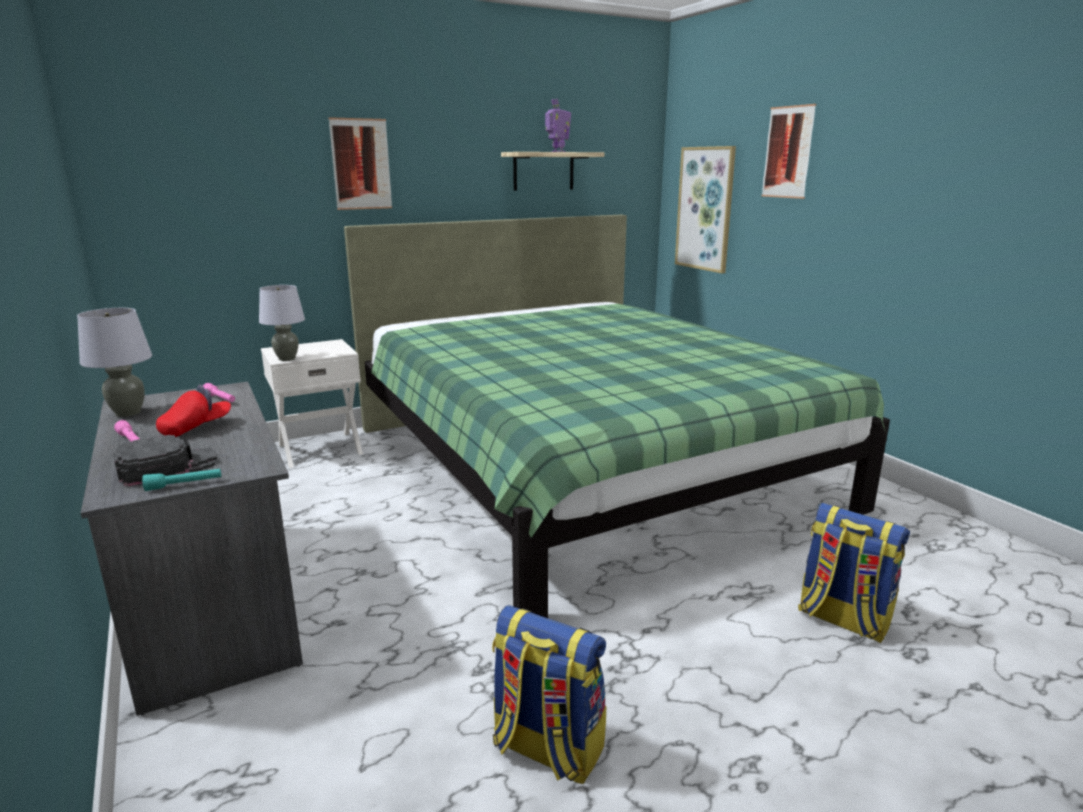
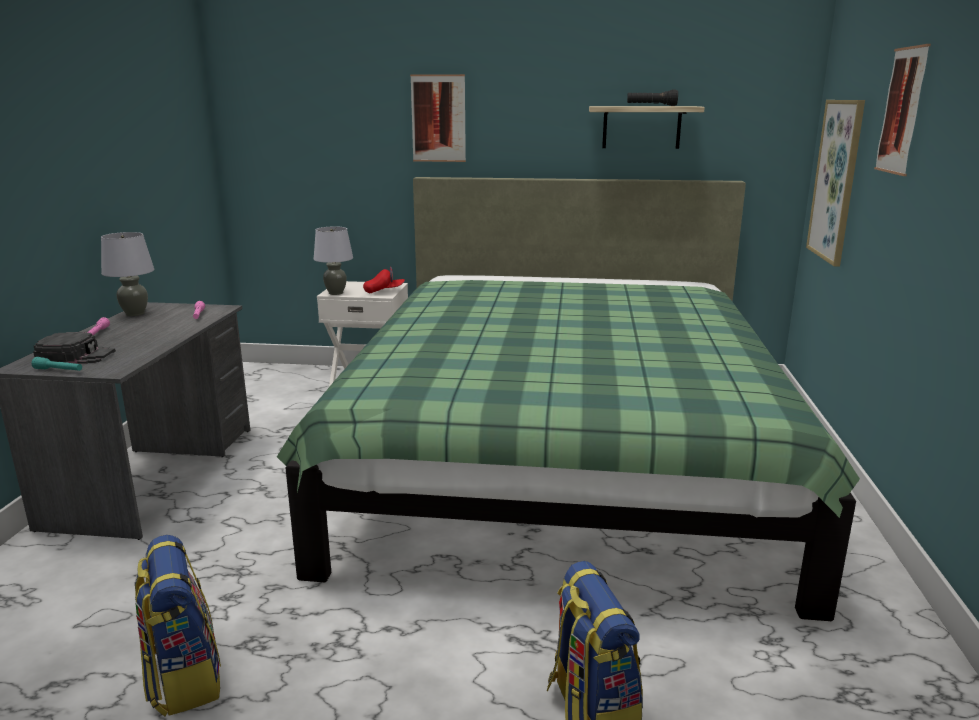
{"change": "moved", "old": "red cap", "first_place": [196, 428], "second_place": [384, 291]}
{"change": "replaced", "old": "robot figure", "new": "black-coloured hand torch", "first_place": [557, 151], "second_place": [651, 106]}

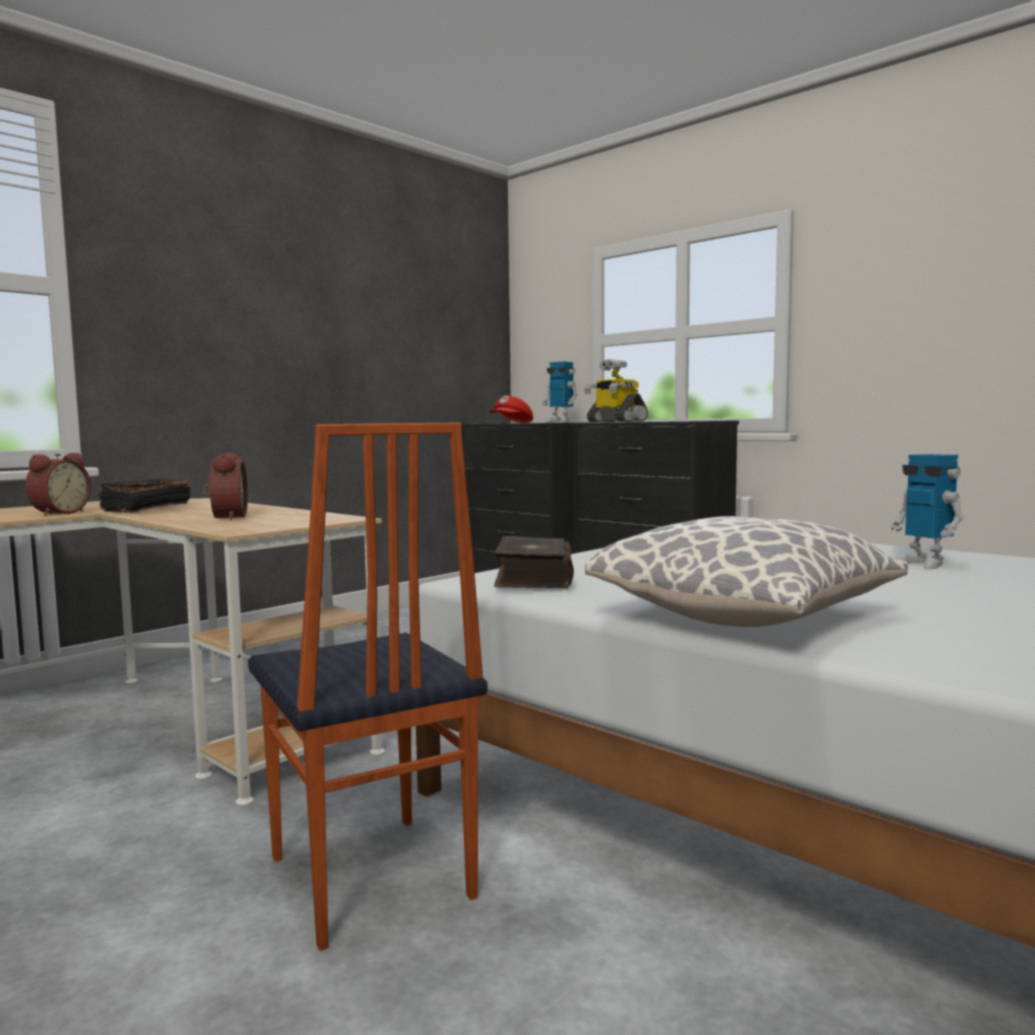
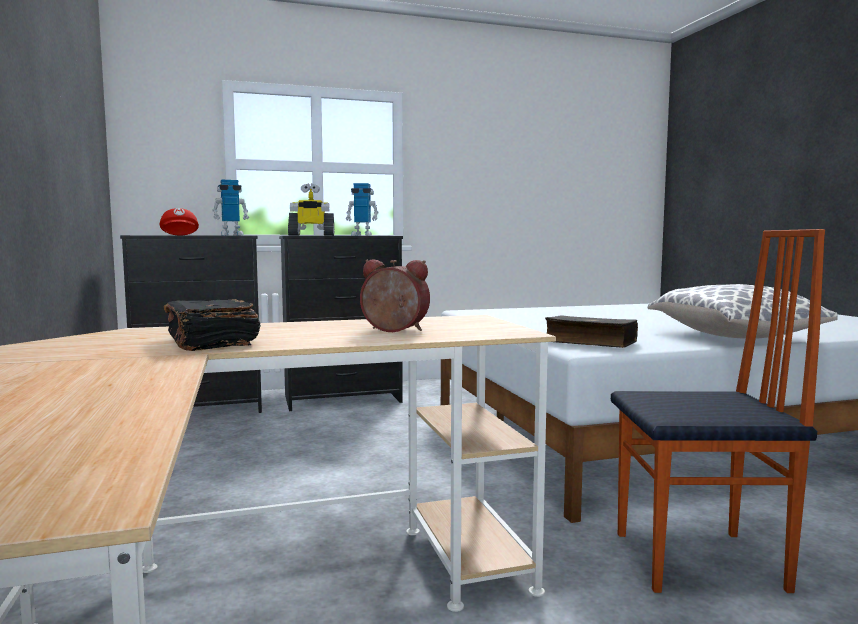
{"change": "moved", "old": "robot figure", "first_place": [924, 564], "second_place": [362, 235]}
{"change": "removed", "old": "bedside clock", "first_place": [58, 513]}

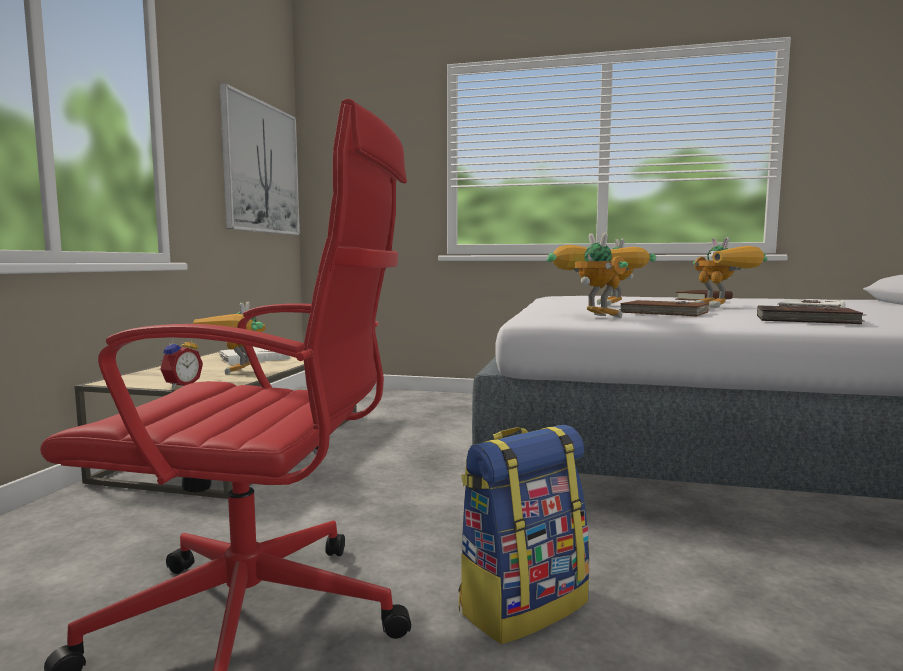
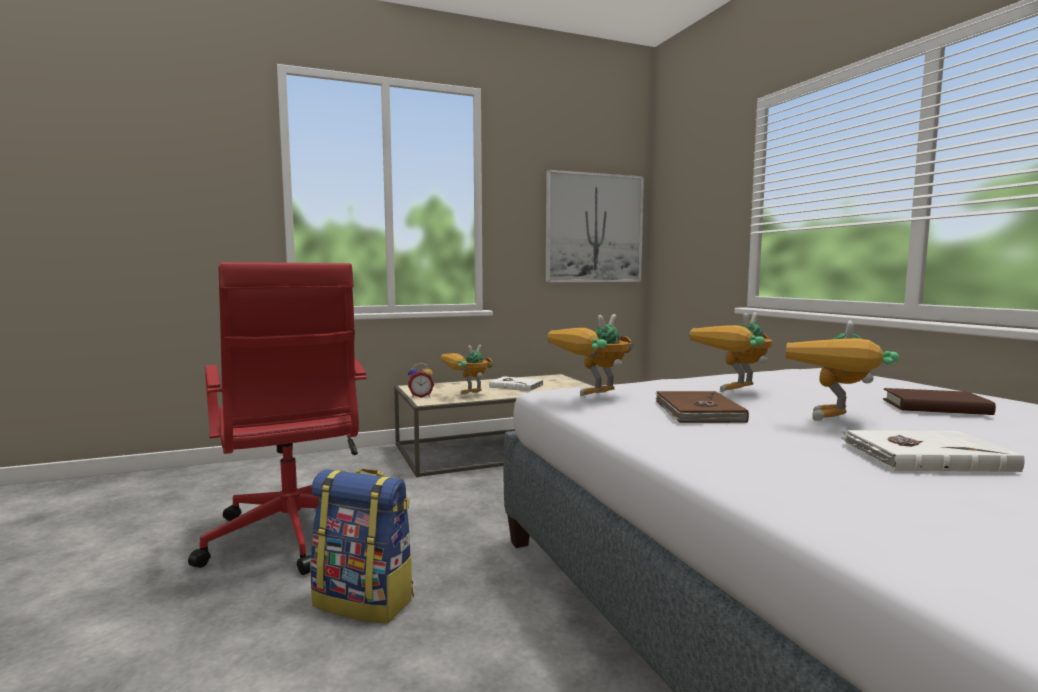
{"change": "turned", "old": "robot figure", "first_place": [587, 316], "second_place": [592, 399], "degrees": -150}
{"change": "removed", "old": "brown-coloured volume", "first_place": [807, 320]}

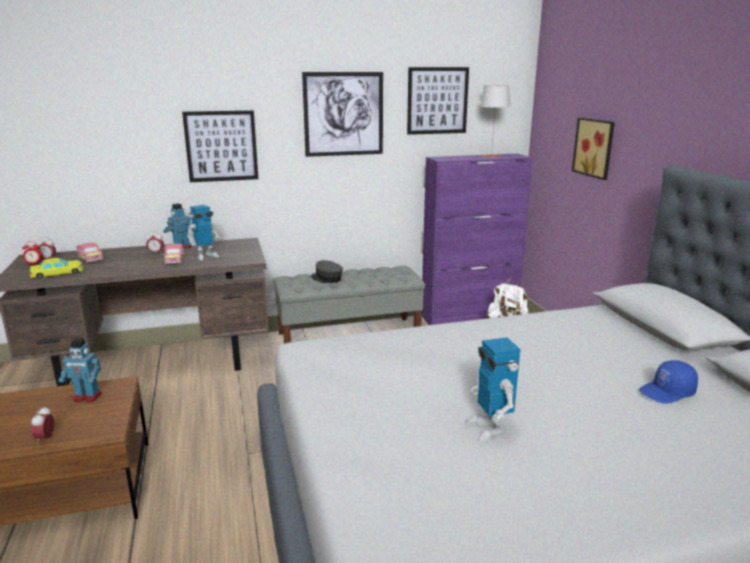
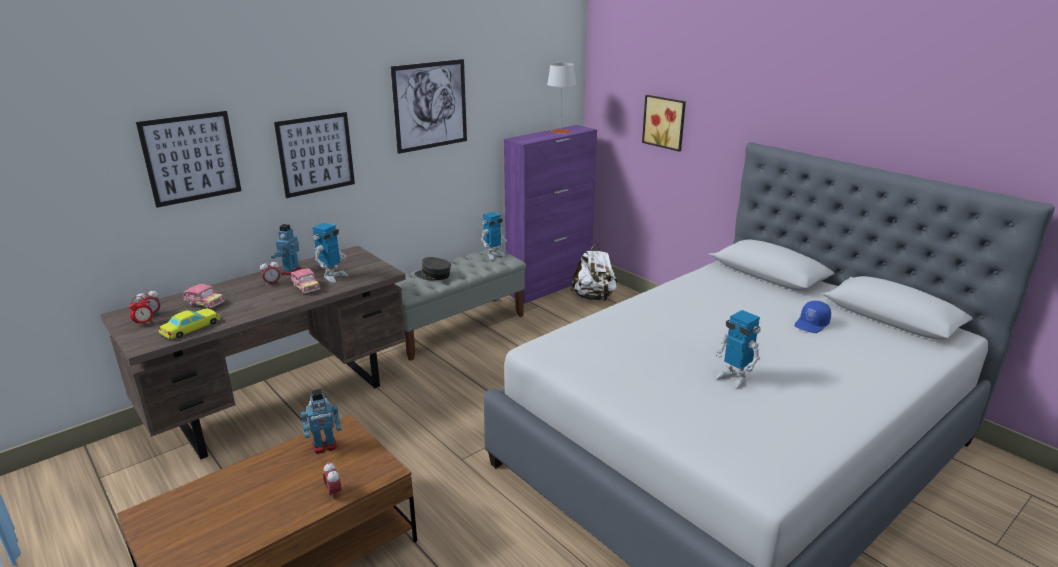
{"change": "moved", "old": "picture", "first_place": [437, 101], "second_place": [191, 158]}
{"change": "added", "new": "robot figure", "second_place": [494, 255]}

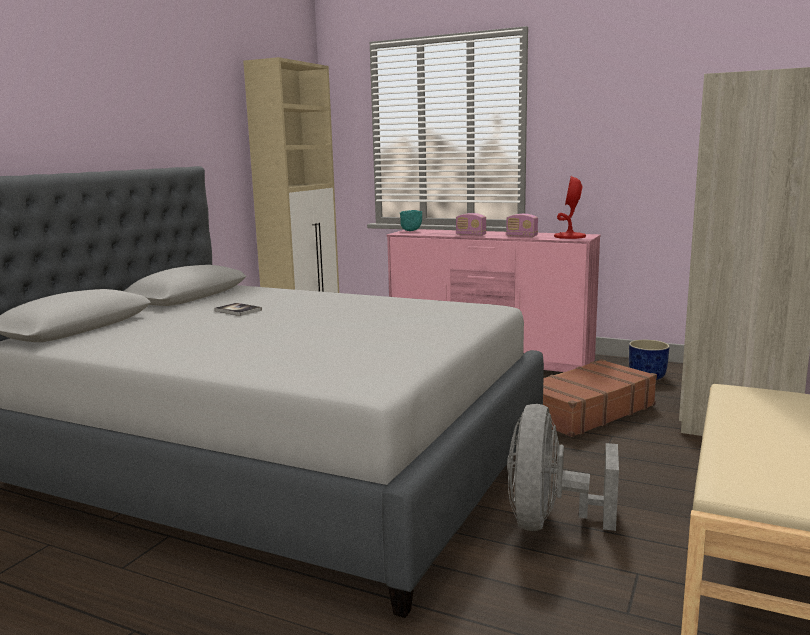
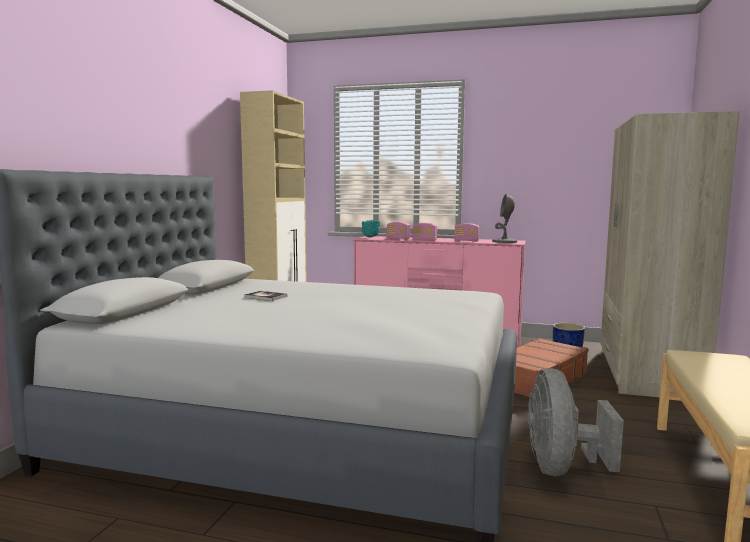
{"change": "added", "new": "radio", "second_place": [398, 238]}
{"change": "recoloured", "old": "red lamp for a table", "new": "grey lamp for a table", "first_place": [569, 236], "second_place": [504, 241]}

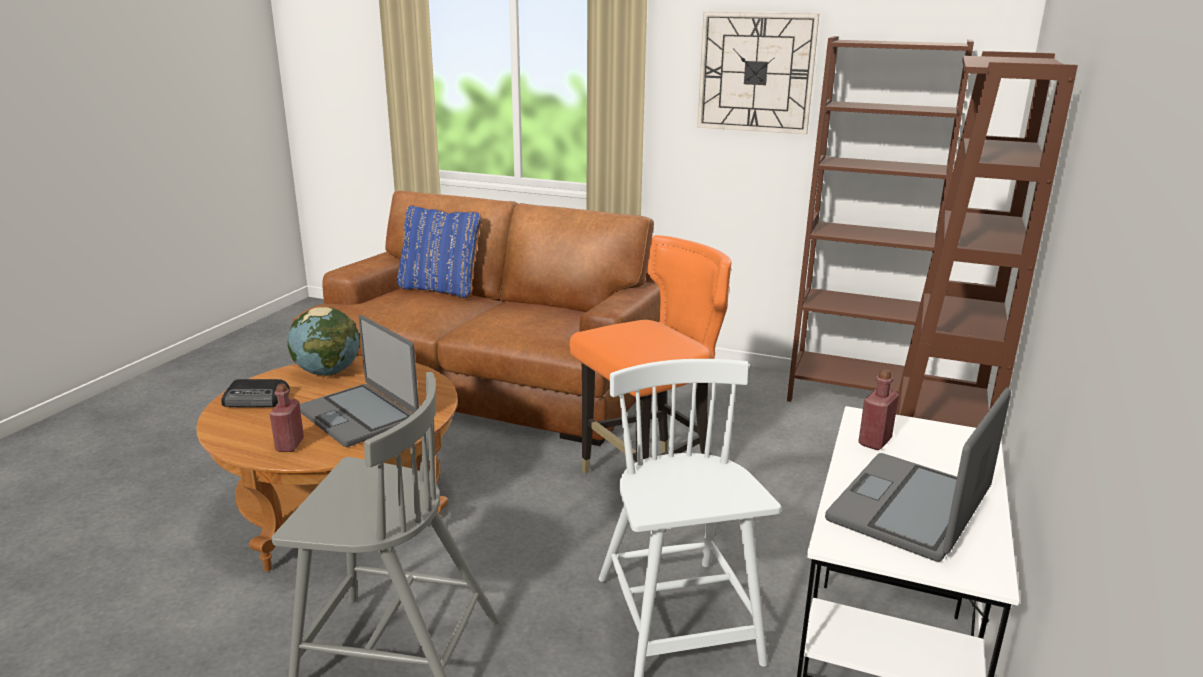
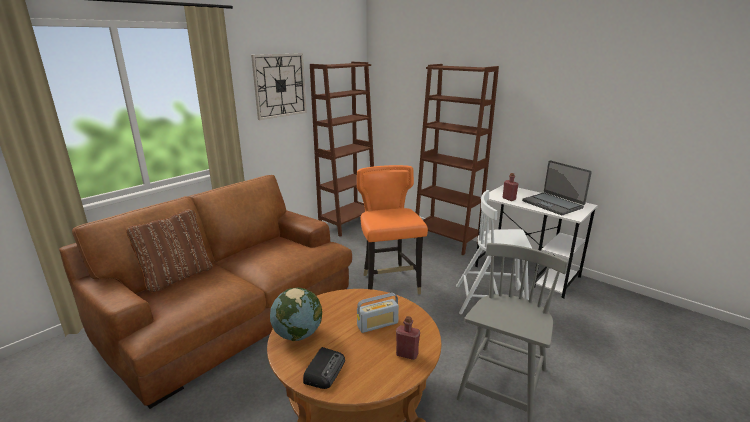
{"change": "recoloured", "old": "blue-coloured throw pillow", "new": "brown-coloured throw pillow", "first_place": [441, 289], "second_place": [177, 276]}
{"change": "replaced", "old": "portable computer", "new": "radio", "first_place": [359, 415], "second_place": [377, 324]}

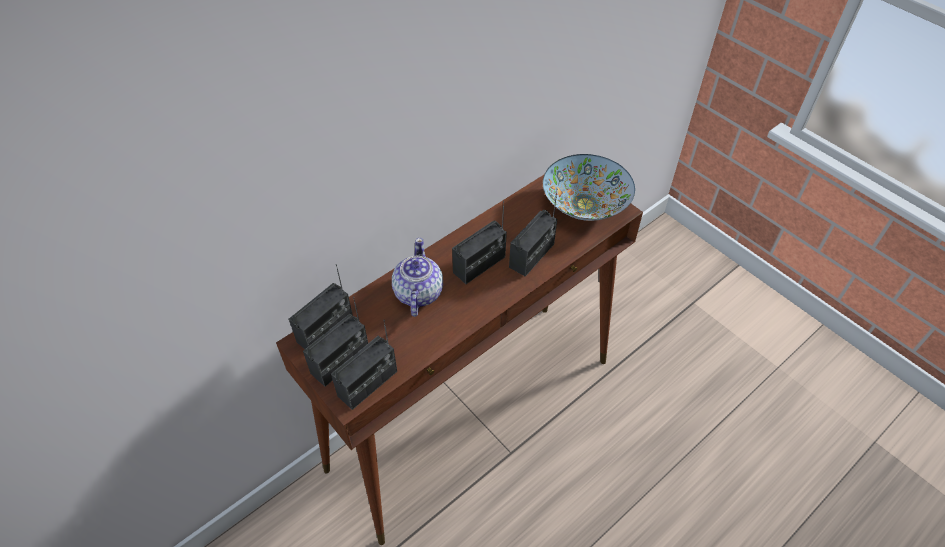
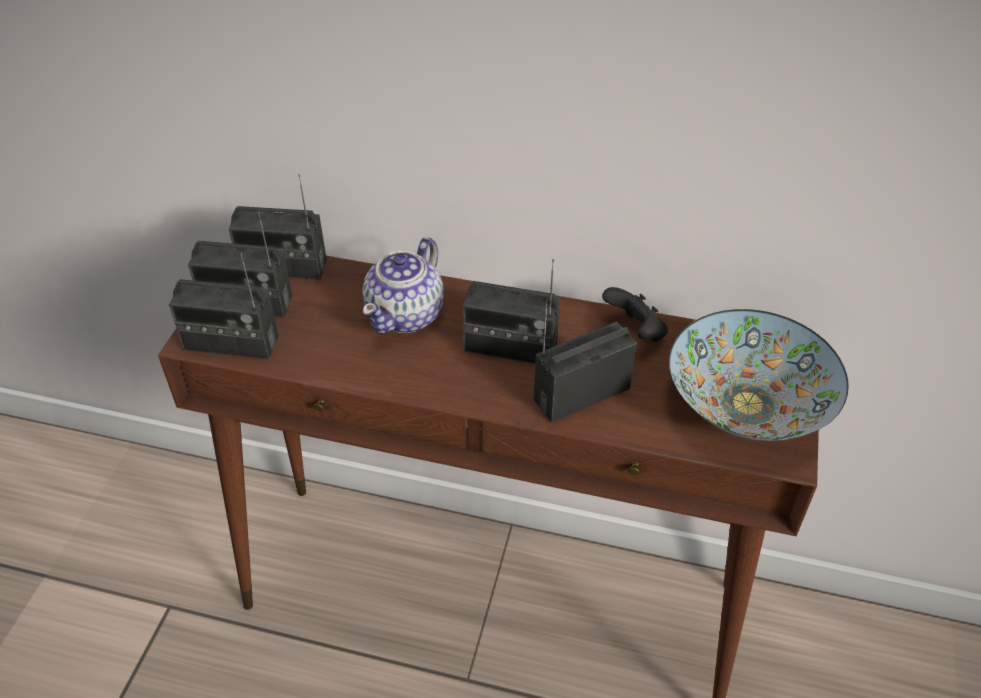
{"change": "turned", "old": "pot for tea", "first_place": [417, 293], "second_place": [406, 314], "degrees": 150}
{"change": "turned", "old": "radio", "first_place": [532, 256], "second_place": [581, 393], "degrees": 150}
{"change": "added", "new": "black-coloured joypad", "second_place": [635, 332]}

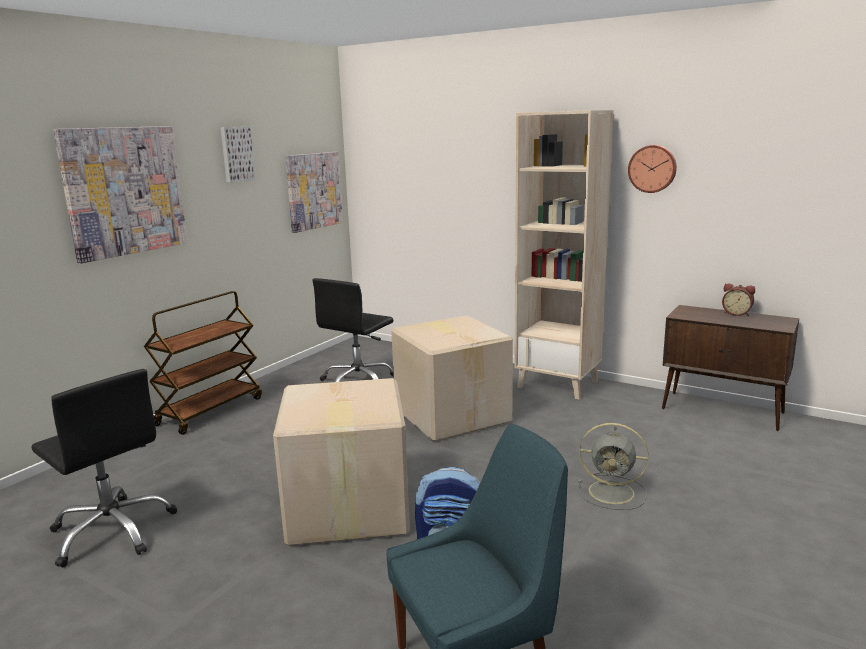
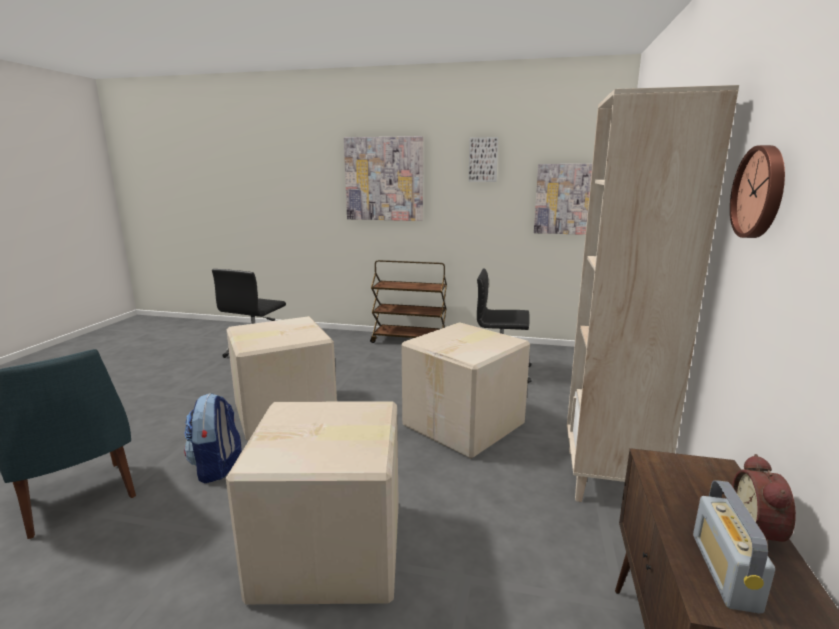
{"change": "replaced", "old": "grey cooling fan", "new": "packing box", "first_place": [613, 492], "second_place": [332, 551]}
{"change": "added", "new": "radio", "second_place": [724, 571]}

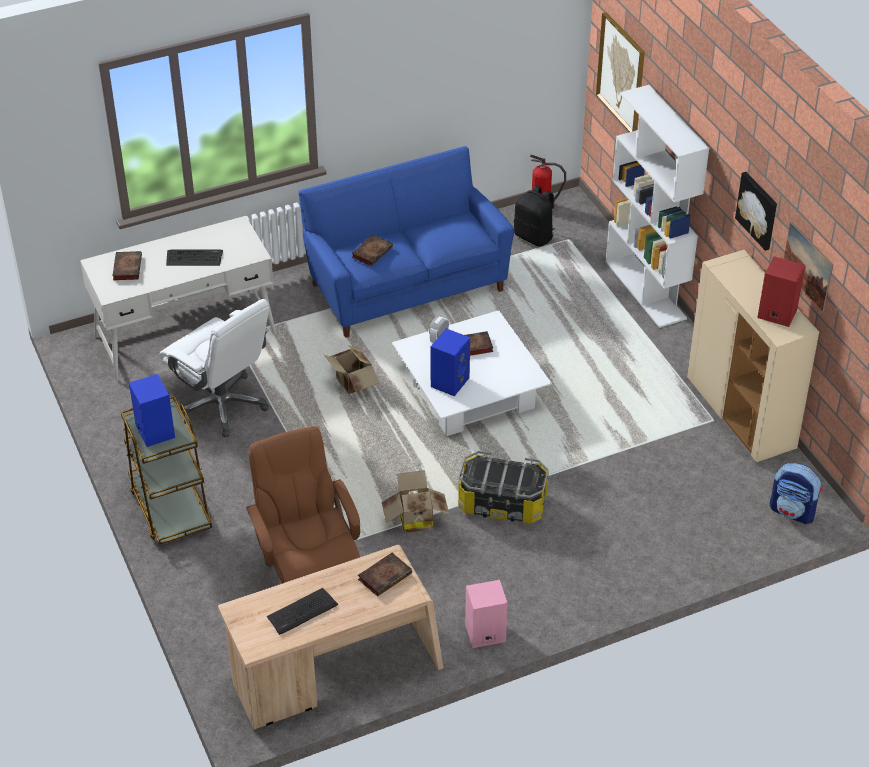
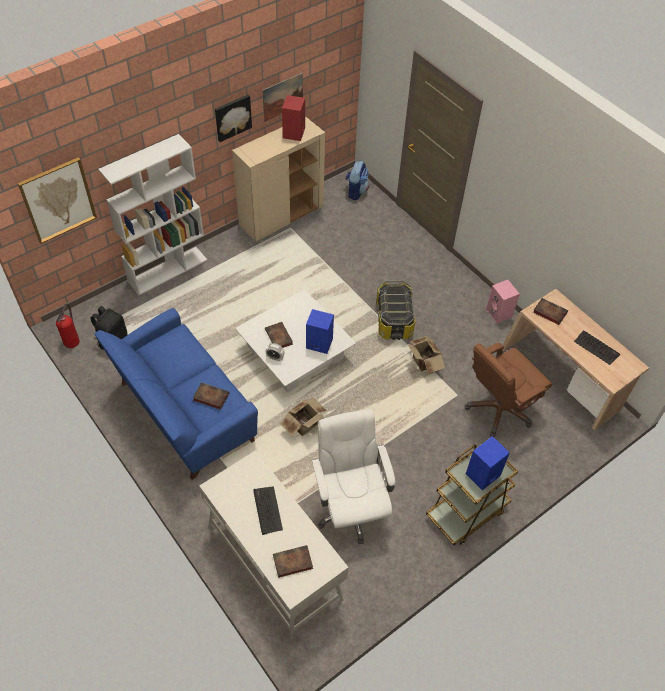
{"change": "turned", "old": "whitish desk chair", "first_place": [222, 405], "second_place": [350, 508], "degrees": -45}

